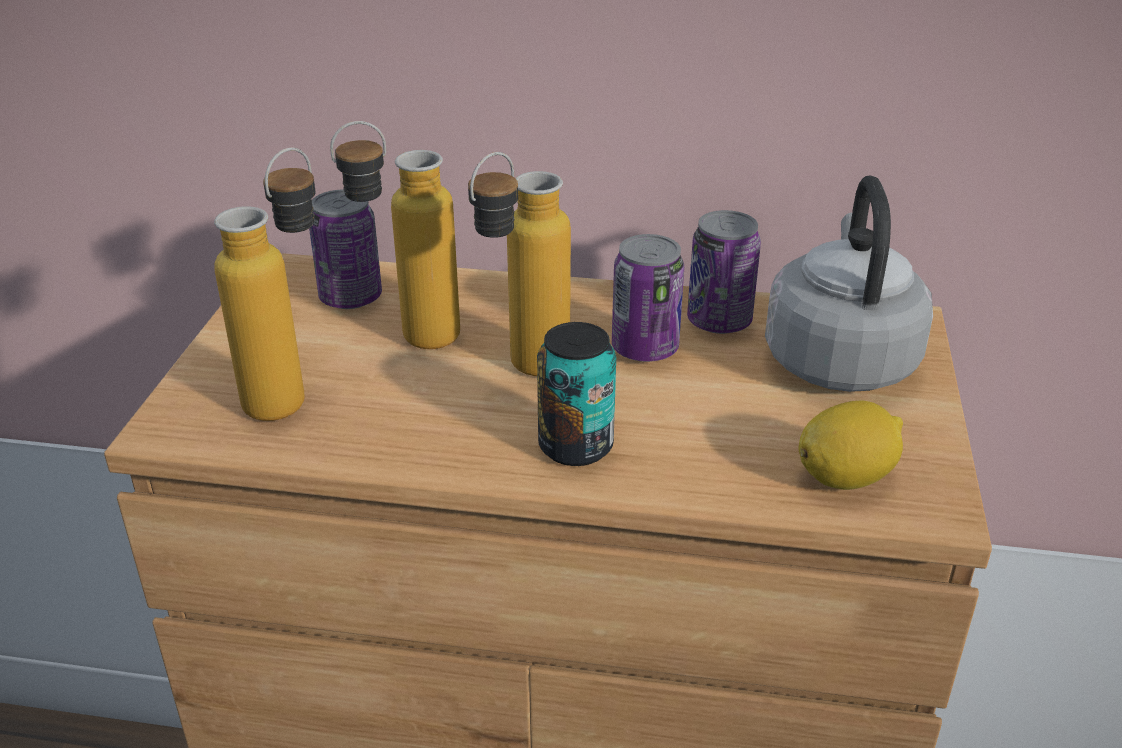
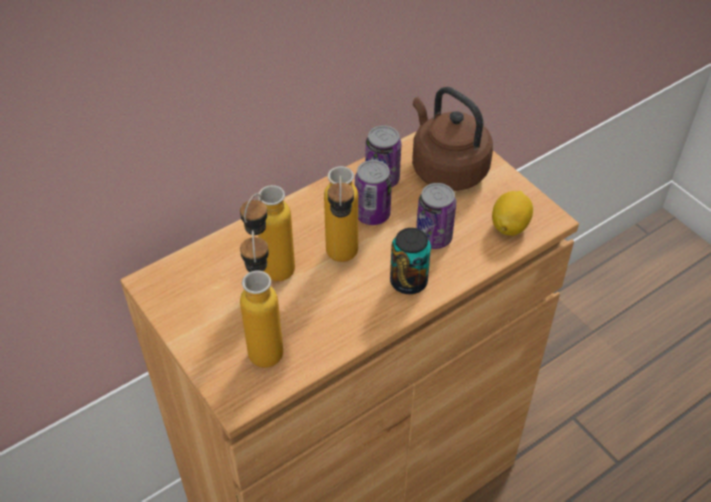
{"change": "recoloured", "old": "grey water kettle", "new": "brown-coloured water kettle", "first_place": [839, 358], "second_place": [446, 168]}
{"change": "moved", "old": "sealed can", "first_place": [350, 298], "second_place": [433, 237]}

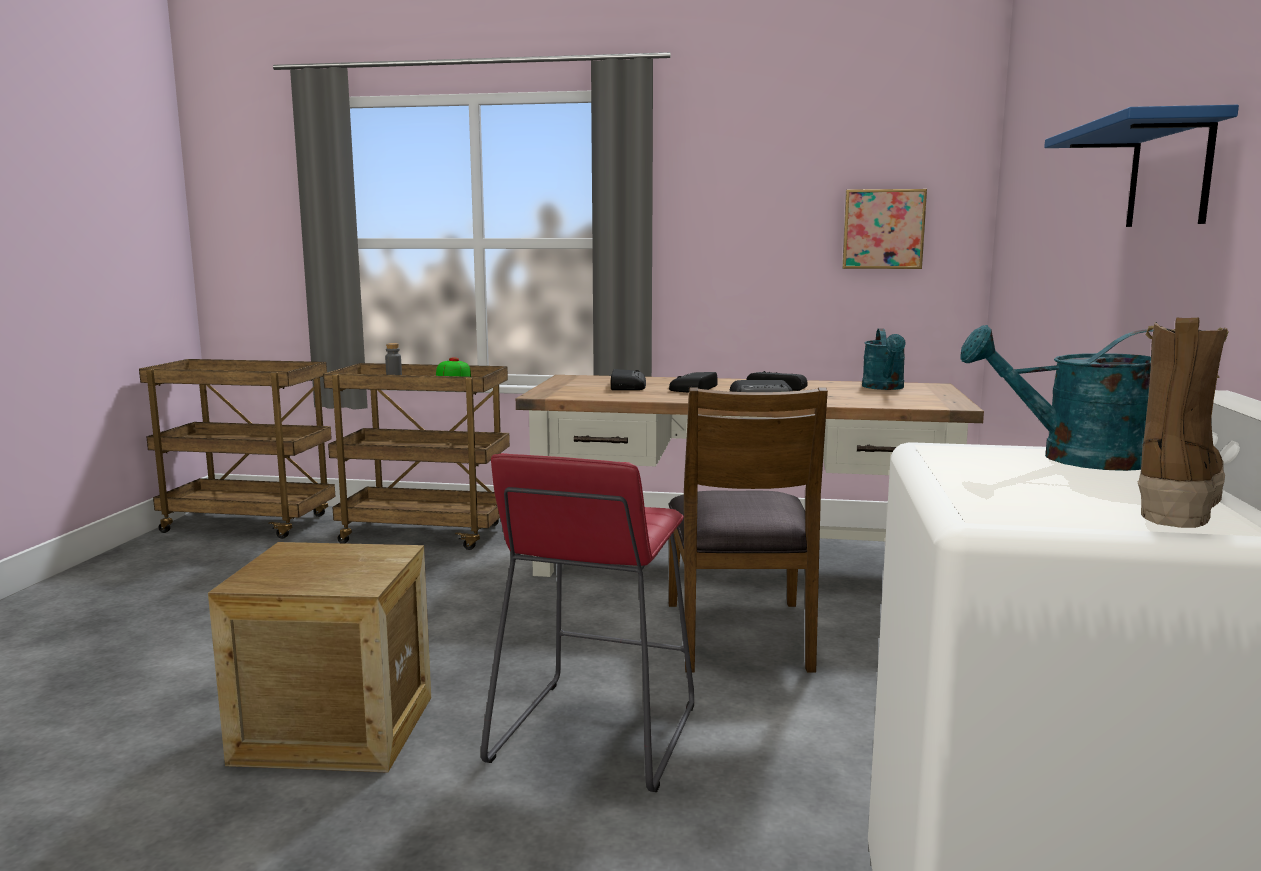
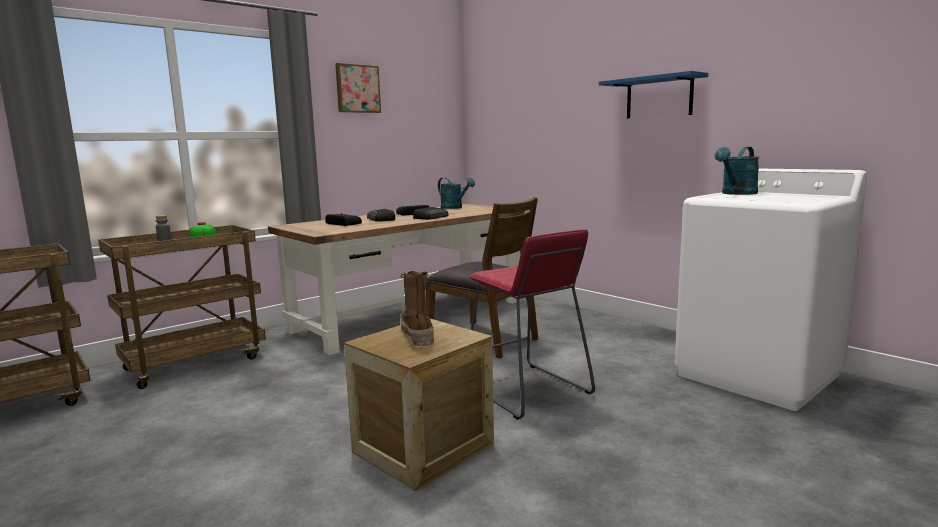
{"change": "moved", "old": "picture", "first_place": [883, 229], "second_place": [357, 89]}
{"change": "moved", "old": "high-top boot", "first_place": [1174, 502], "second_place": [416, 334]}

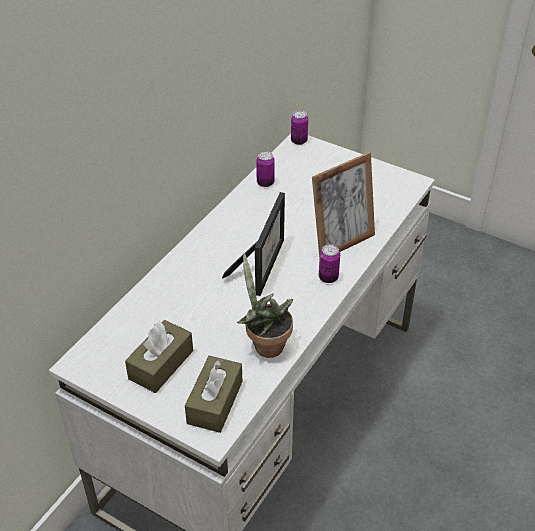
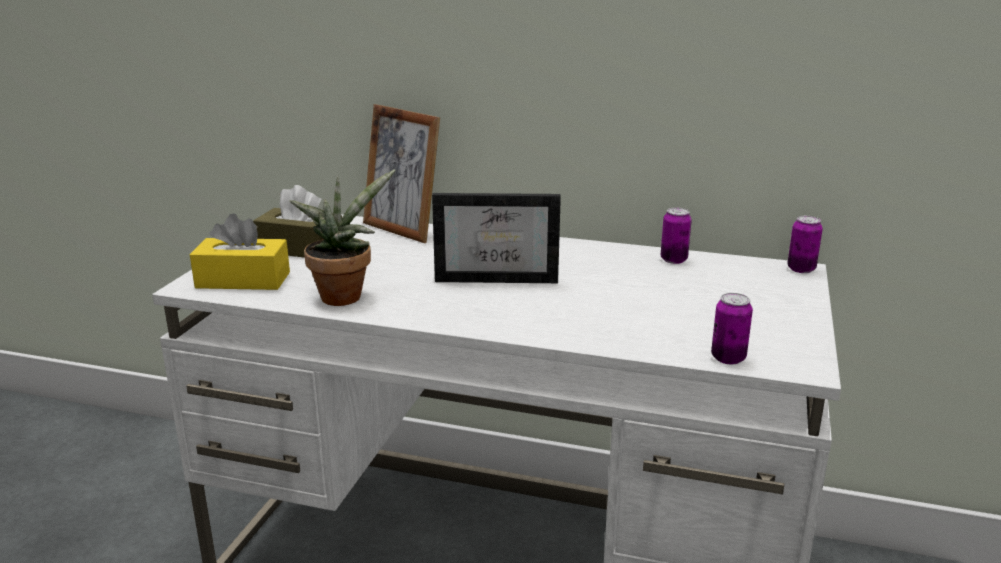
{"change": "recoloured", "old": "brown-coloured tissue holder", "new": "yellowish tissue holder", "first_place": [215, 402], "second_place": [243, 280]}
{"change": "moved", "old": "photo frame", "first_place": [342, 242], "second_place": [402, 229]}
{"change": "moved", "old": "sealed can", "first_place": [328, 277], "second_place": [728, 358]}

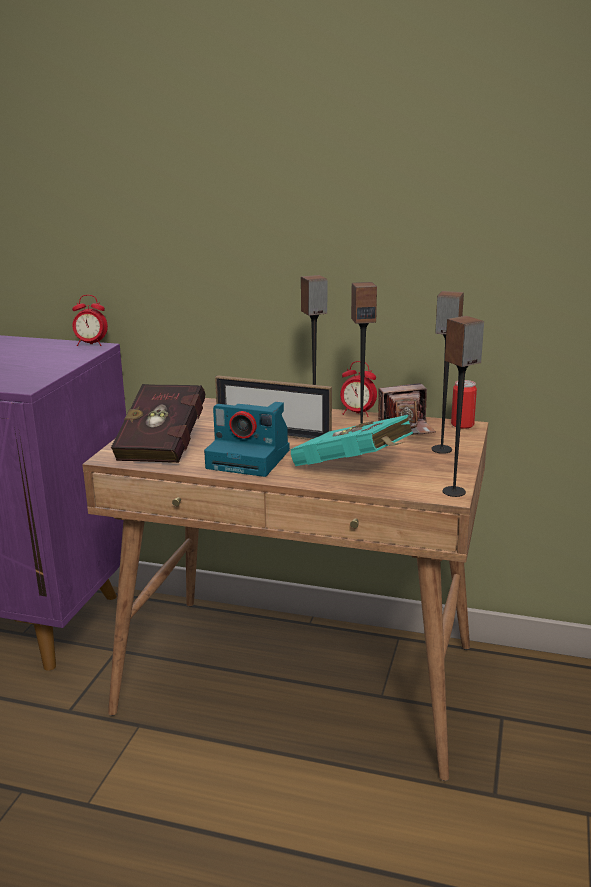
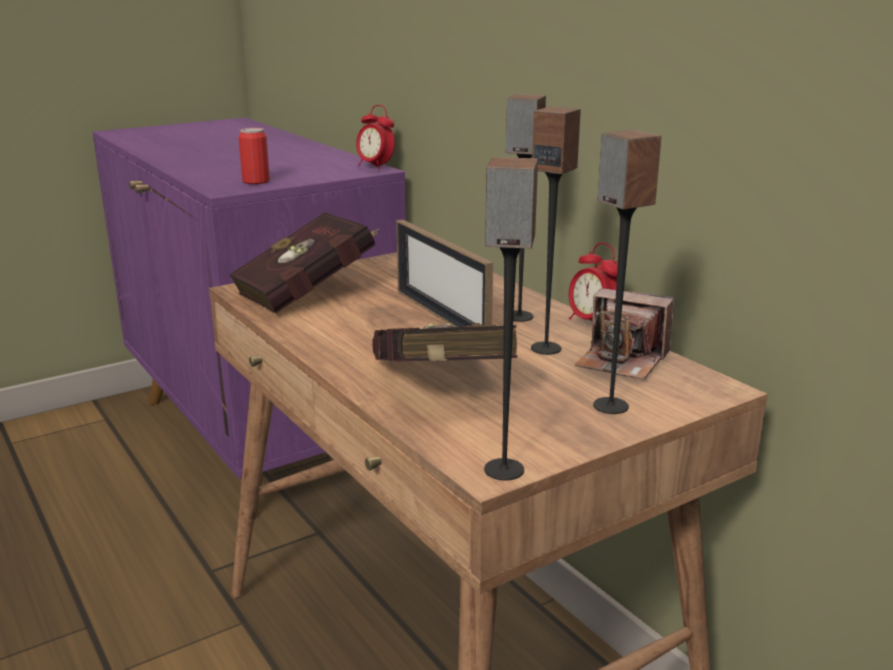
{"change": "moved", "old": "sealed can", "first_place": [462, 424], "second_place": [256, 181]}
{"change": "recoloured", "old": "blue-green volume", "new": "red volume", "first_place": [354, 470], "second_place": [439, 389]}
{"change": "removed", "old": "photo camera", "first_place": [251, 459]}

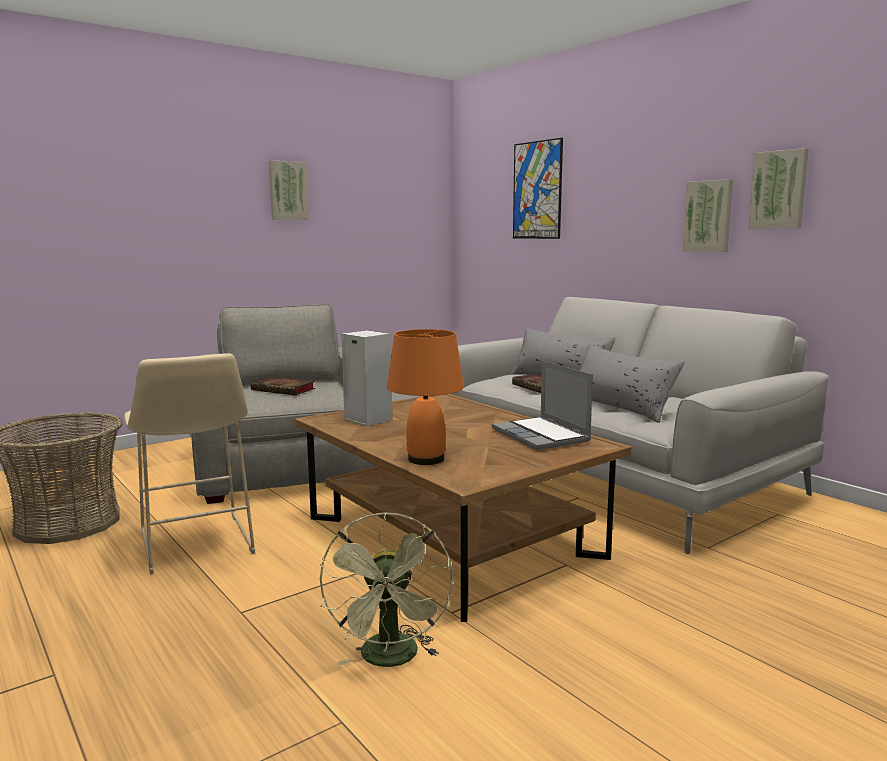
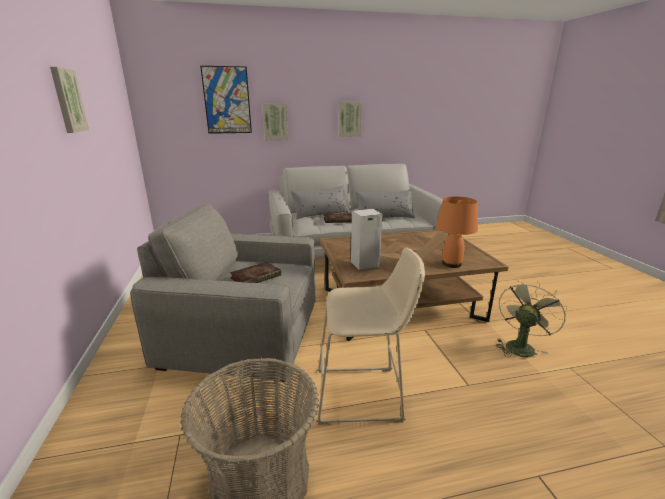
{"change": "moved", "old": "picture", "first_place": [779, 190], "second_place": [275, 122]}
{"change": "turned", "old": "green cooling fan", "first_place": [391, 659], "second_place": [520, 345], "degrees": -75}
{"change": "removed", "old": "portable computer", "first_place": [542, 435]}

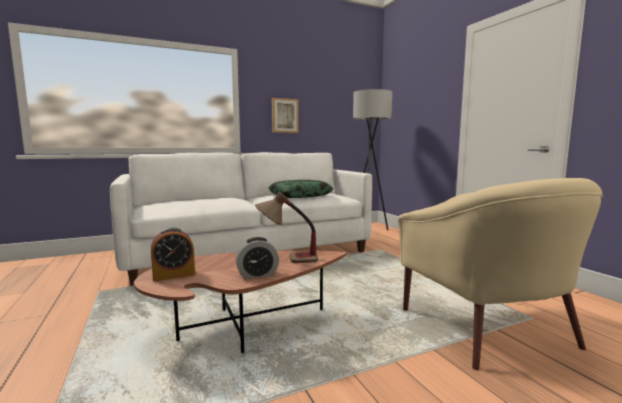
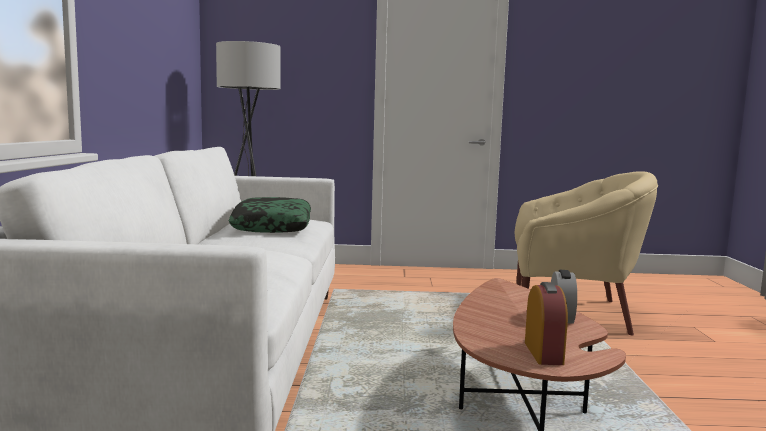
{"change": "removed", "old": "lamp for a table", "first_place": [287, 259]}
{"change": "removed", "old": "picture", "first_place": [285, 115]}

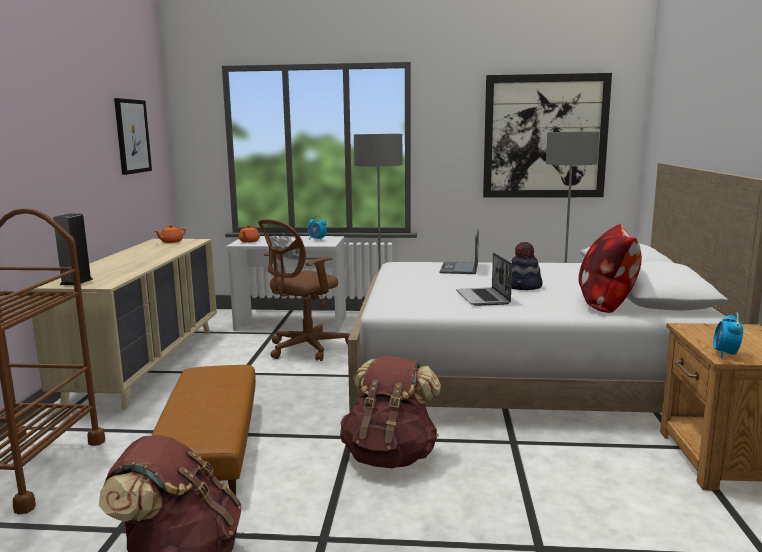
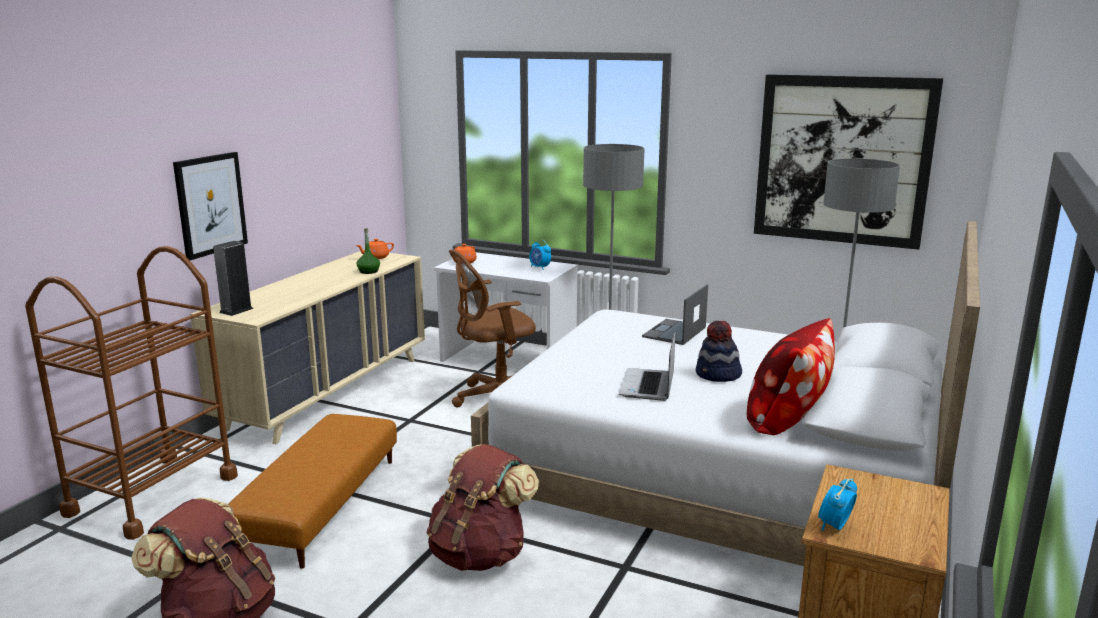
{"change": "moved", "old": "picture", "first_place": [132, 136], "second_place": [210, 204]}
{"change": "added", "new": "green bottle", "second_place": [368, 271]}

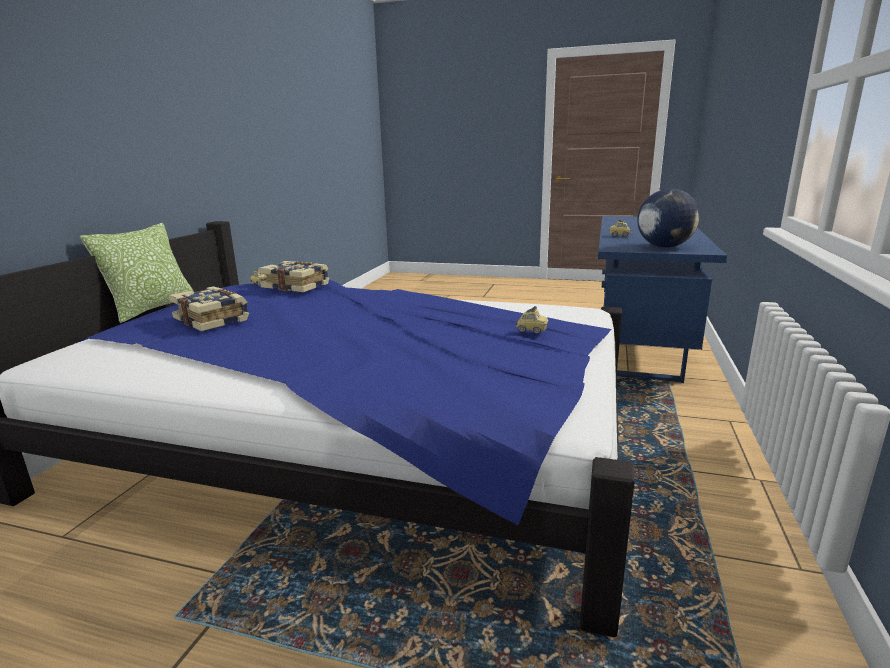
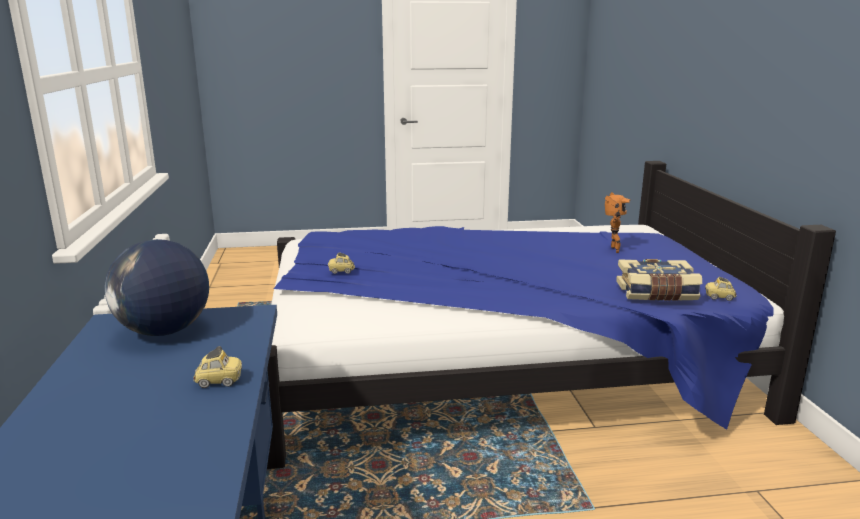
{"change": "replaced", "old": "volume", "new": "robot figure", "first_place": [213, 319], "second_place": [612, 250]}
{"change": "removed", "old": "throw pillow", "first_place": [152, 309]}

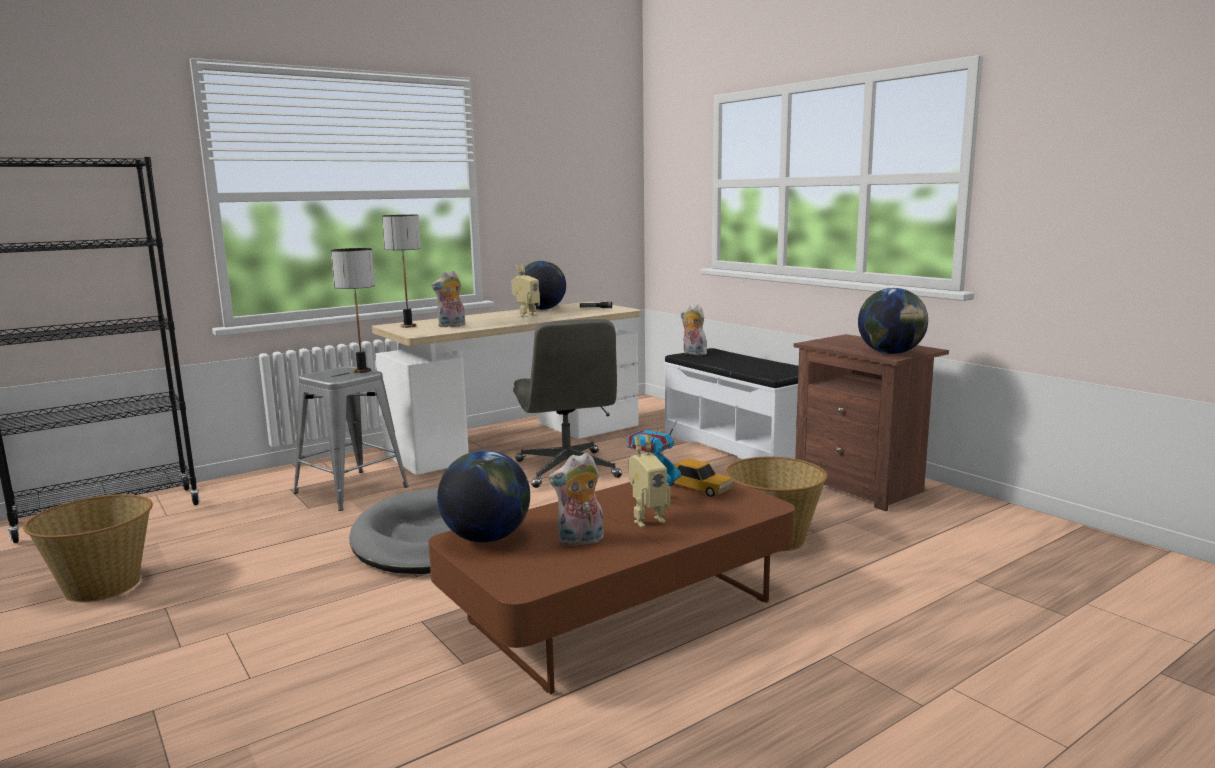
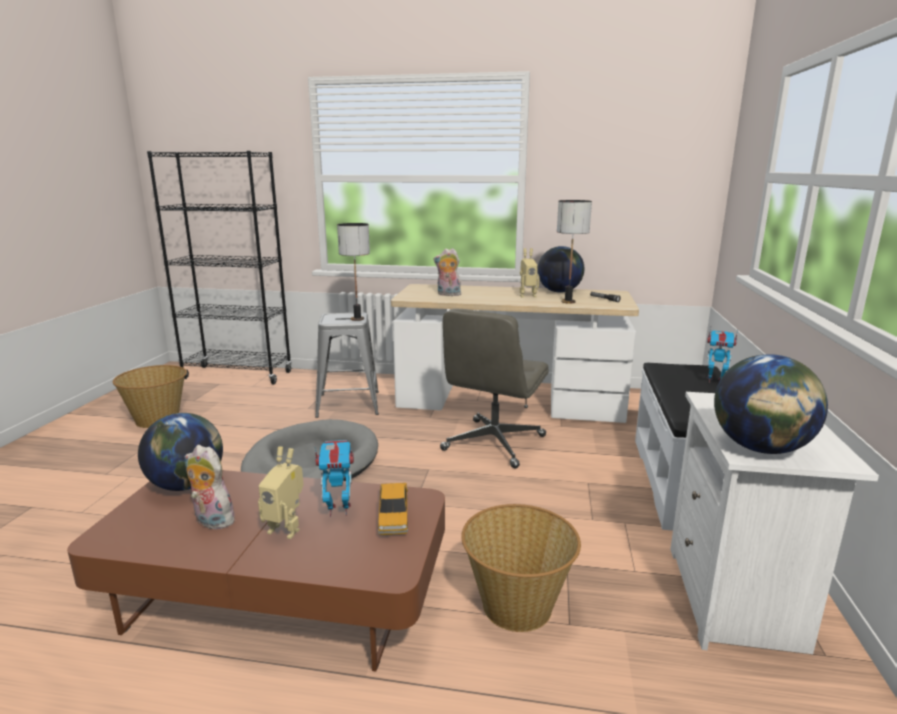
{"change": "moved", "old": "lamp for a table", "first_place": [408, 326], "second_place": [568, 302]}
{"change": "recoloured", "old": "brown-coloured bedside table", "new": "whitish bedside table", "first_place": [862, 486], "second_place": [736, 600]}
{"change": "added", "new": "robot figure", "second_place": [715, 380]}
{"change": "removed", "old": "soft toy", "first_place": [693, 353]}

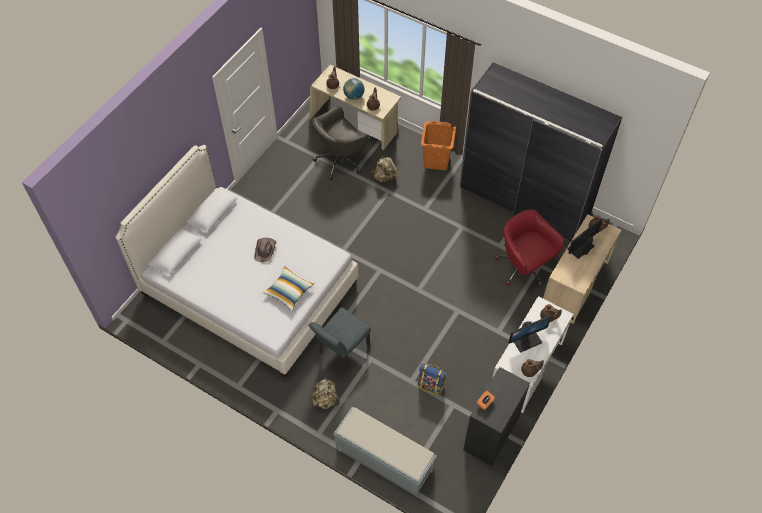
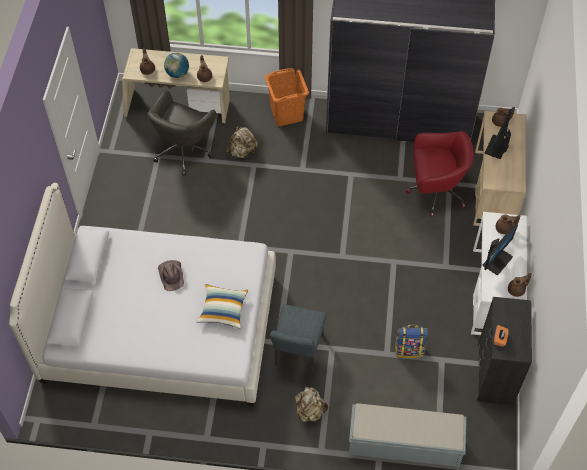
{"change": "turned", "old": "red desk chair", "first_place": [523, 268], "second_place": [435, 192], "degrees": 150}

